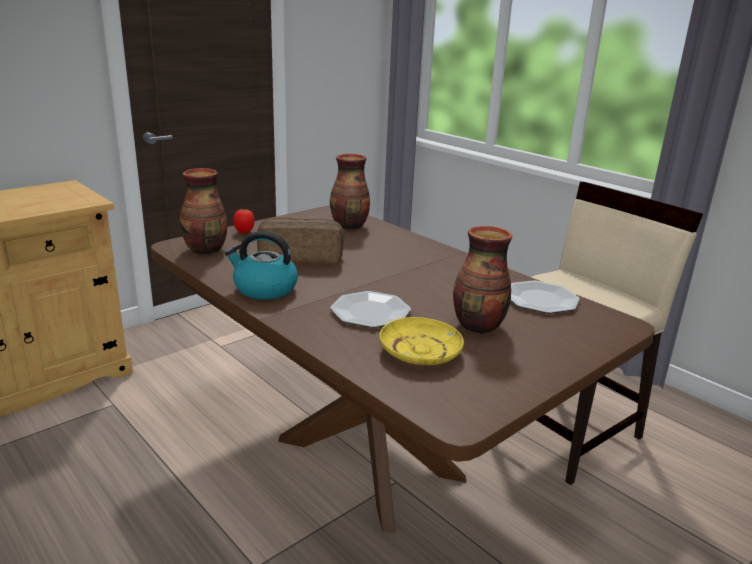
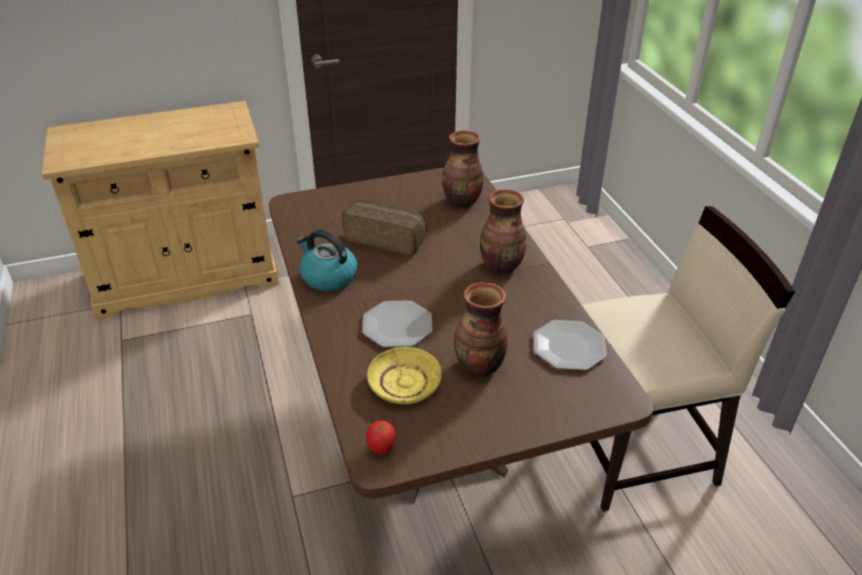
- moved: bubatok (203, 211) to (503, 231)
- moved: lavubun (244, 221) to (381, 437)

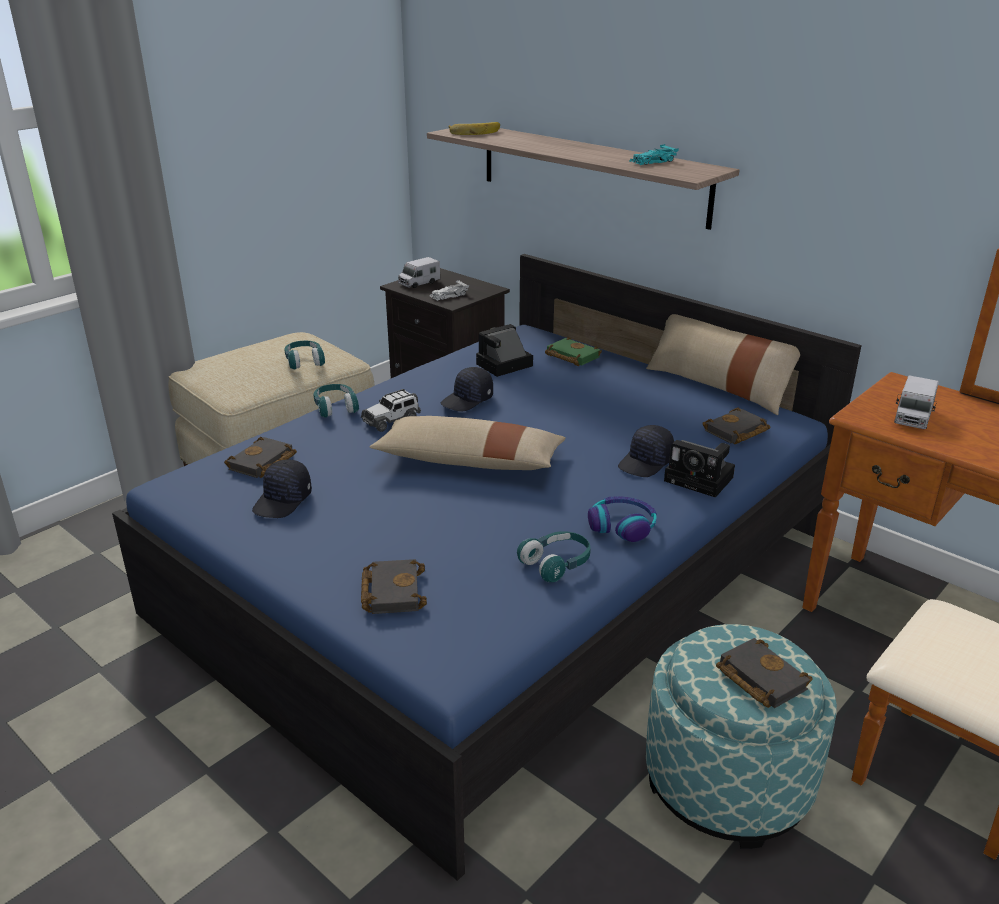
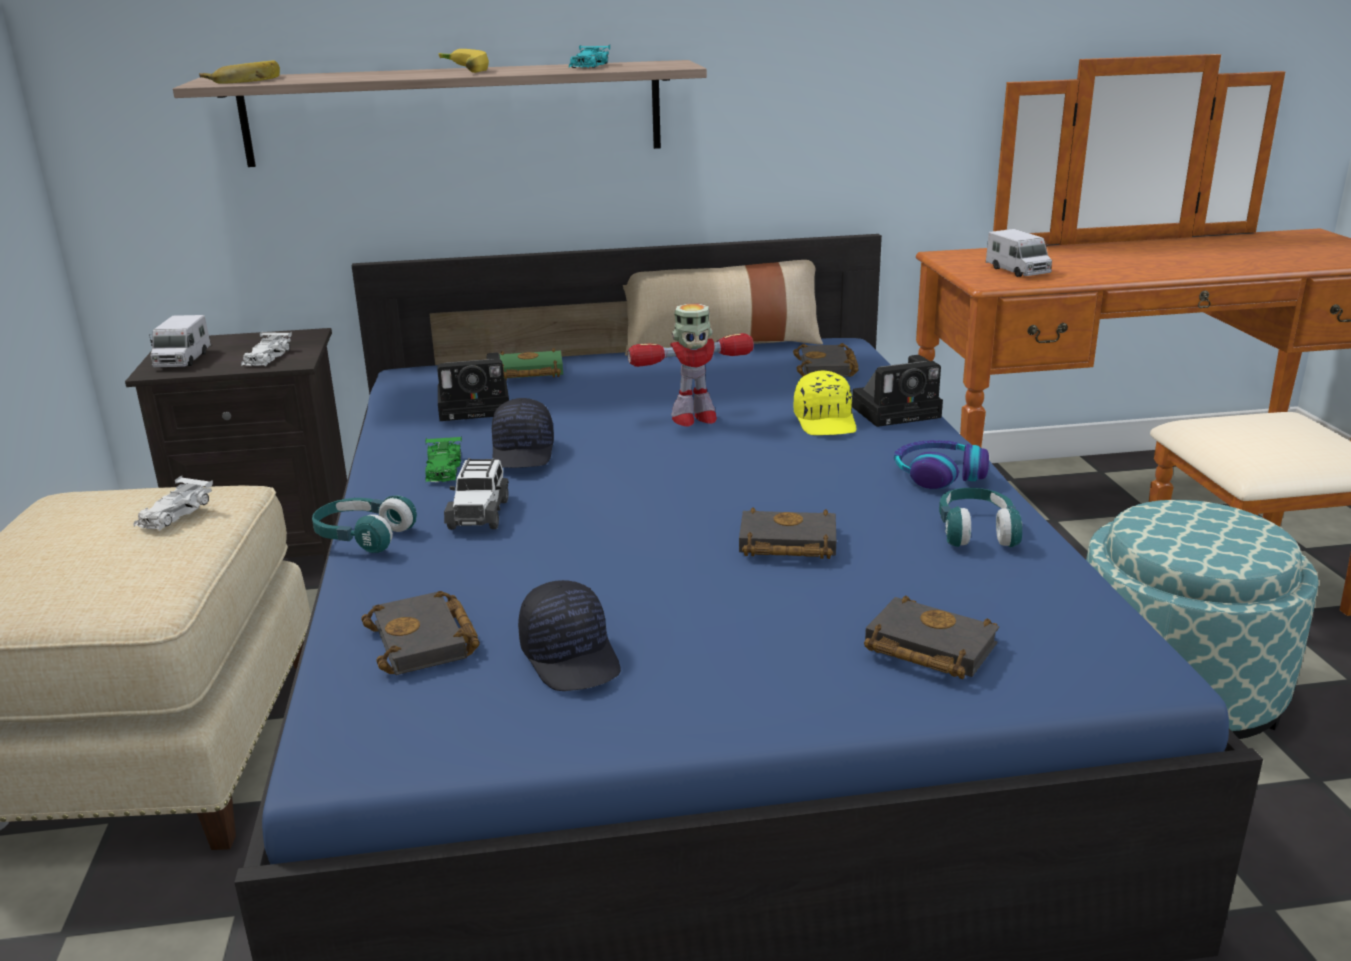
- removed: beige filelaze (468, 443)
- added: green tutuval (443, 459)
- added: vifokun (463, 61)
- added: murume (691, 365)
- moved: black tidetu (764, 673) to (787, 533)
- replaced: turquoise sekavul (304, 355) to white tutuval (173, 503)
- recoloured: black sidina (646, 451) to yellow sidina (825, 403)
- turned: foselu (504, 350) = (473, 387) 105 degrees counterclockwise

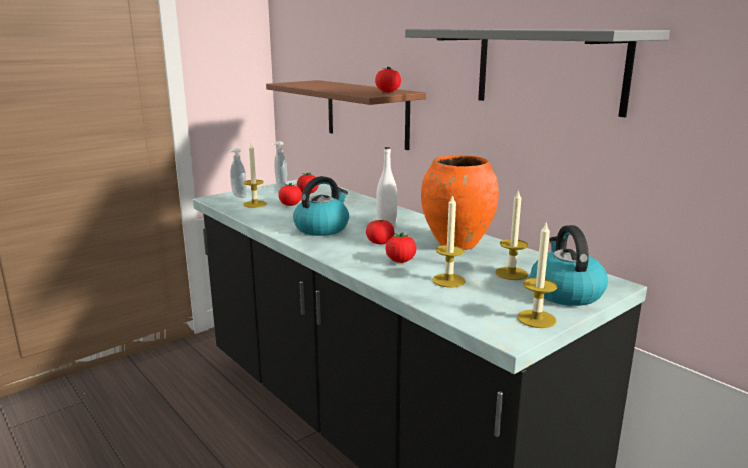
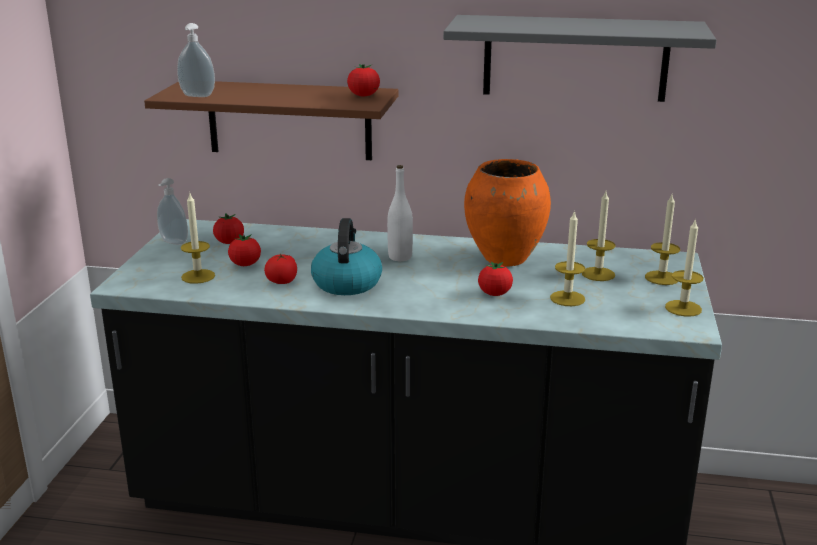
- moved: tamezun (237, 173) to (196, 60)
- moved: lavubun (380, 232) to (280, 269)
- replaced: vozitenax (569, 265) to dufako (662, 240)

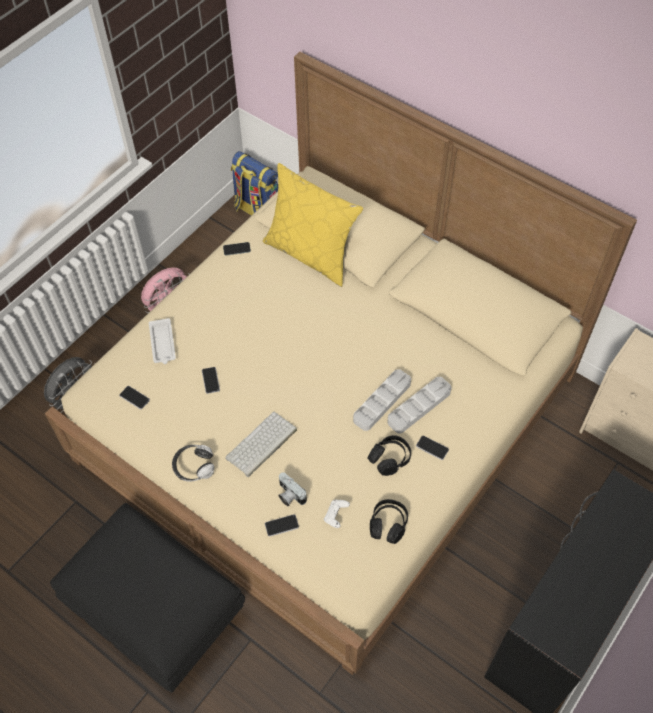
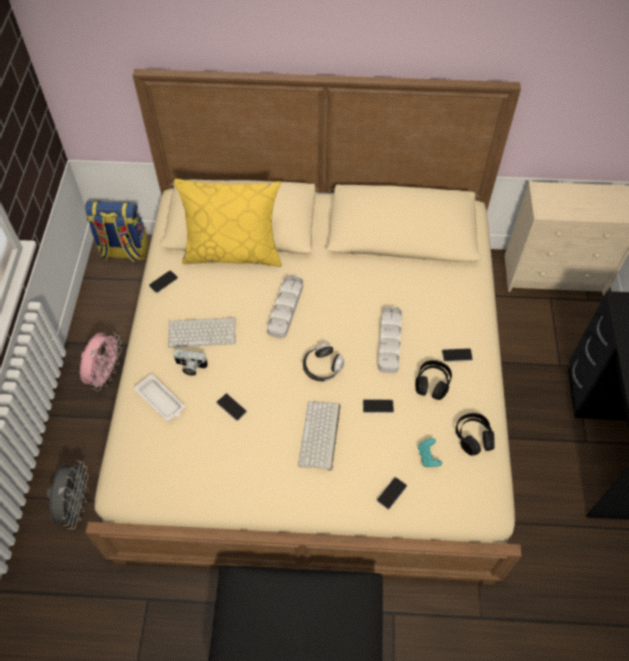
- added: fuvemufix (202, 332)
- moved: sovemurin (134, 397) to (378, 406)
- moved: sekavul (193, 463) to (323, 362)
- moved: foselu (292, 489) to (190, 362)
- moved: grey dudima (419, 405) to (285, 307)
- recoloured: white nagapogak (337, 513) to turquoise nagapogak (430, 452)

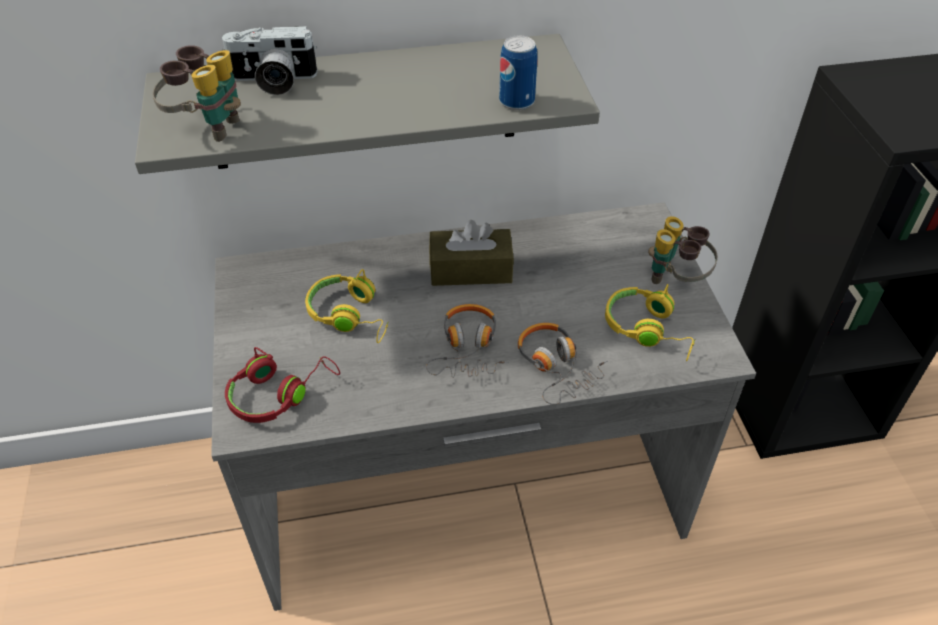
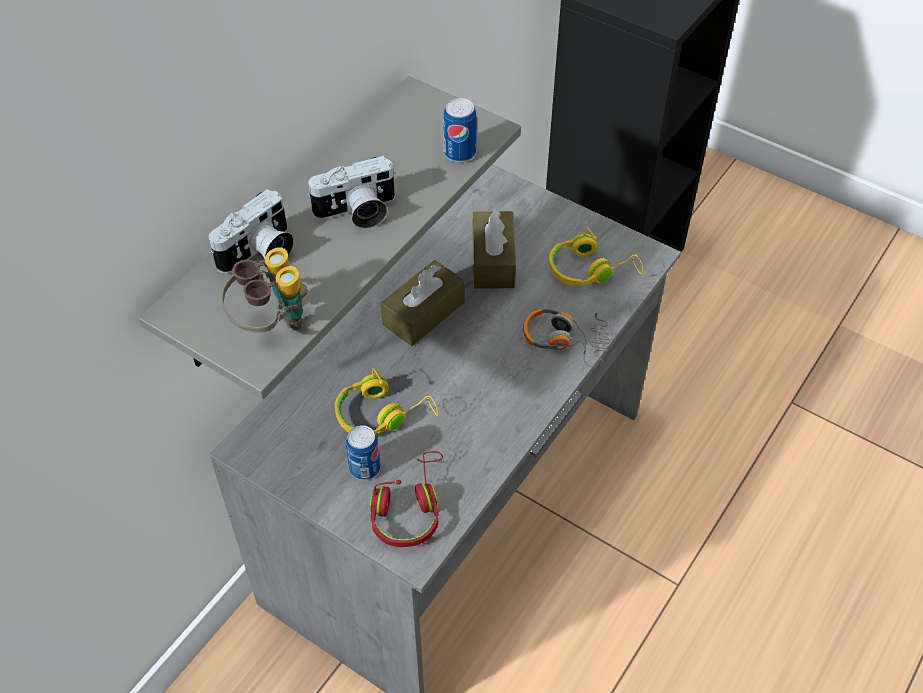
- removed: sekavul (467, 341)
- removed: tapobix (683, 250)
- added: foselu (351, 192)
- added: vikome (363, 452)
- added: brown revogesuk (494, 248)

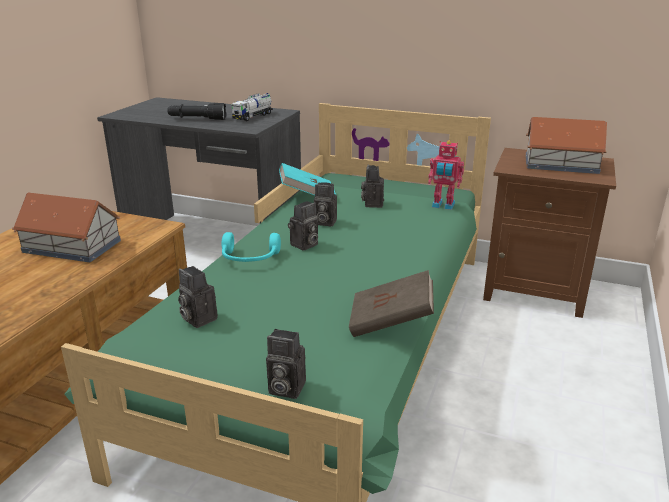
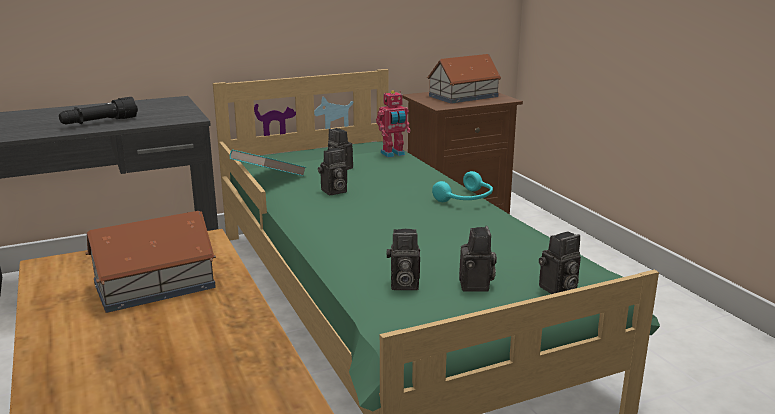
- removed: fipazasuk (252, 107)
- removed: brown tidetu (391, 303)
- moved: turquoise sekavul (251, 247) to (462, 186)
- moved: foselu (303, 226) to (478, 259)

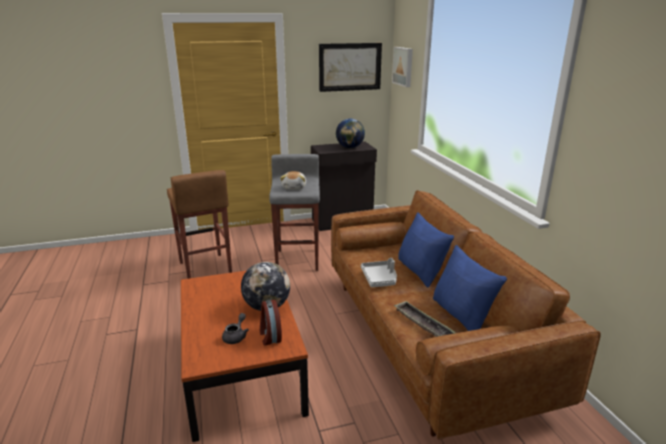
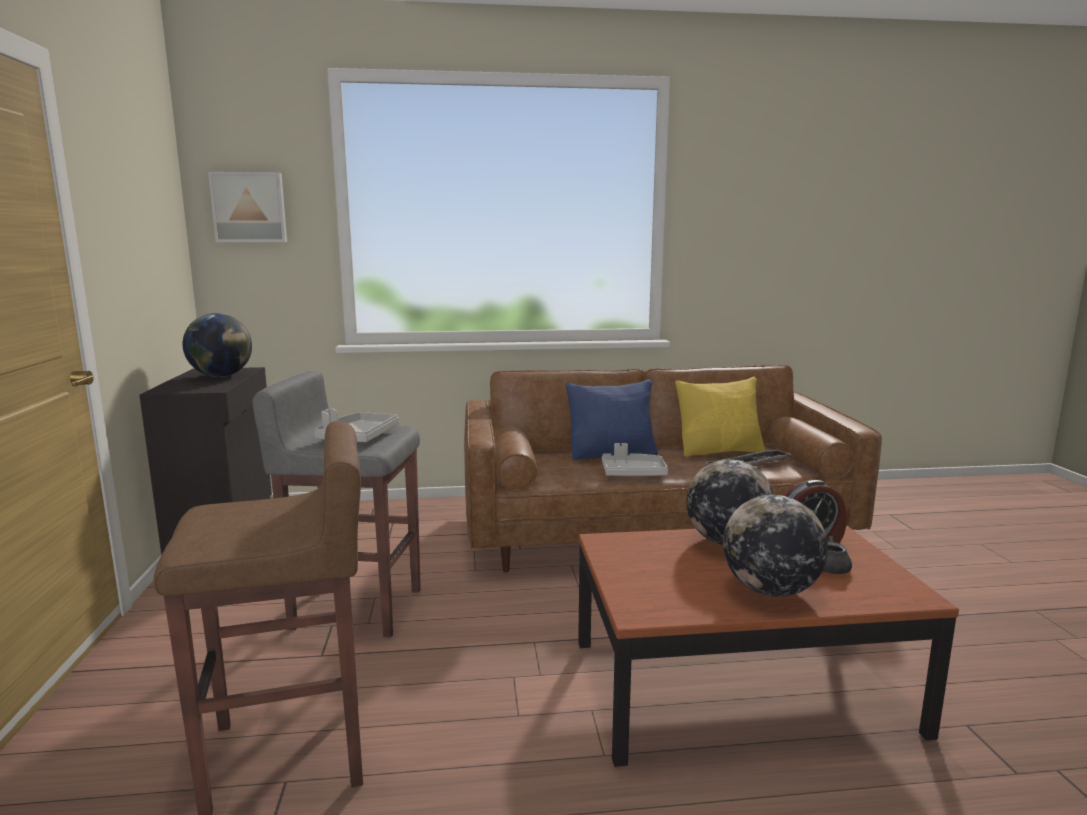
- removed: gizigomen (350, 67)
- added: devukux (775, 546)
- replaced: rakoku (293, 180) to grey dudima (356, 425)
- recoloured: blue filelaze (470, 288) to yellow filelaze (720, 417)

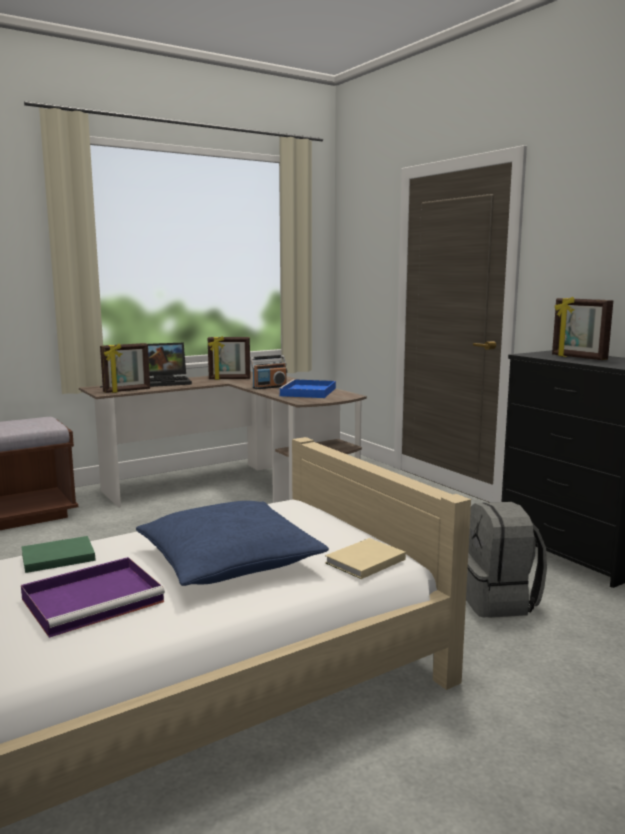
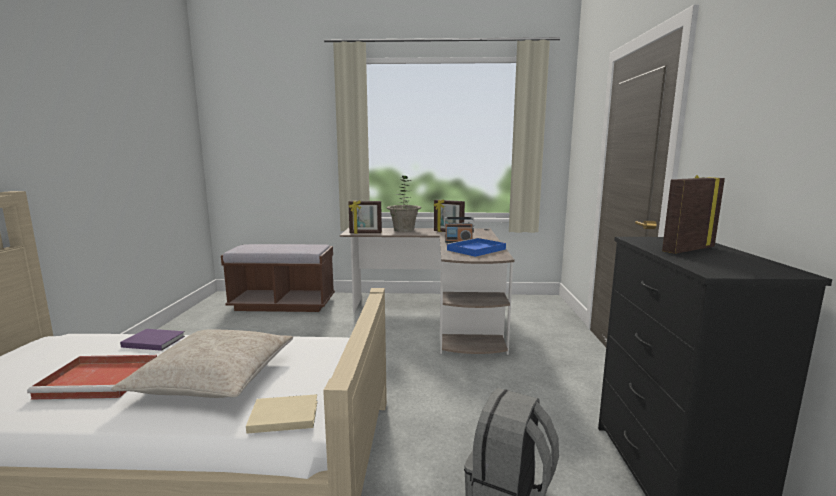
- replaced: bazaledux (170, 365) to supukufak (404, 204)
- recoloured: green tidetu (58, 554) to purple tidetu (152, 340)
- recoloured: purple dudima (93, 597) to red dudima (92, 377)
- recoloured: blue filelaze (232, 543) to beige filelaze (202, 363)
- turned: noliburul (582, 328) = (693, 214) 60 degrees clockwise

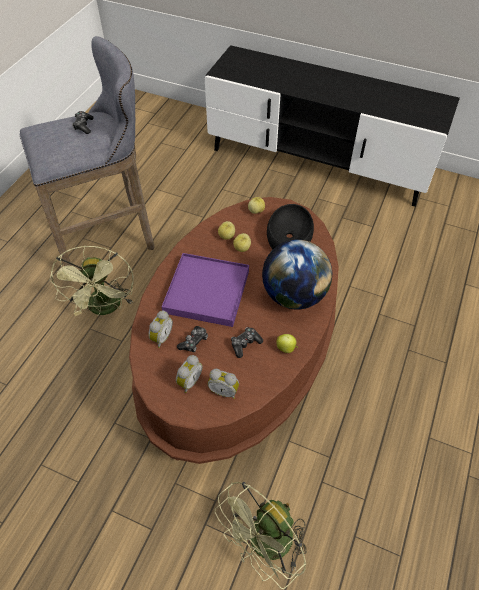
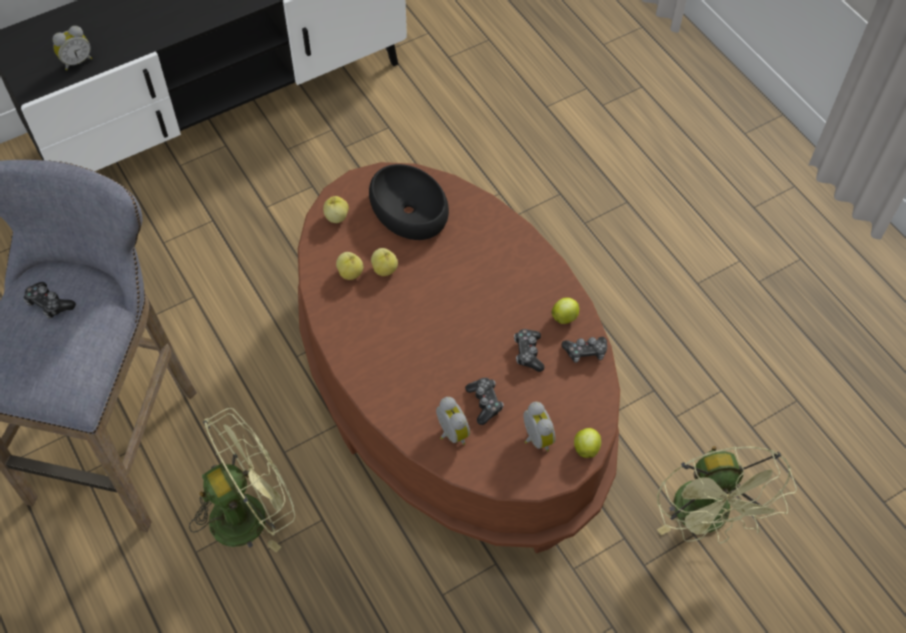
- removed: purple dudima (205, 290)
- removed: devukux (297, 274)
- added: nagapogak (584, 350)
- added: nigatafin (587, 443)
- moved: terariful (223, 384) to (72, 48)
- turned: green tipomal (92, 281) = (242, 480) 60 degrees counterclockwise

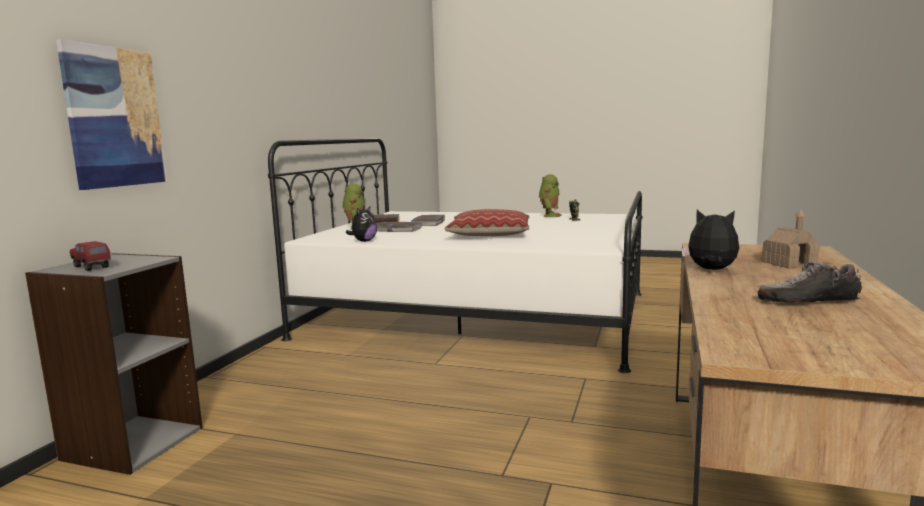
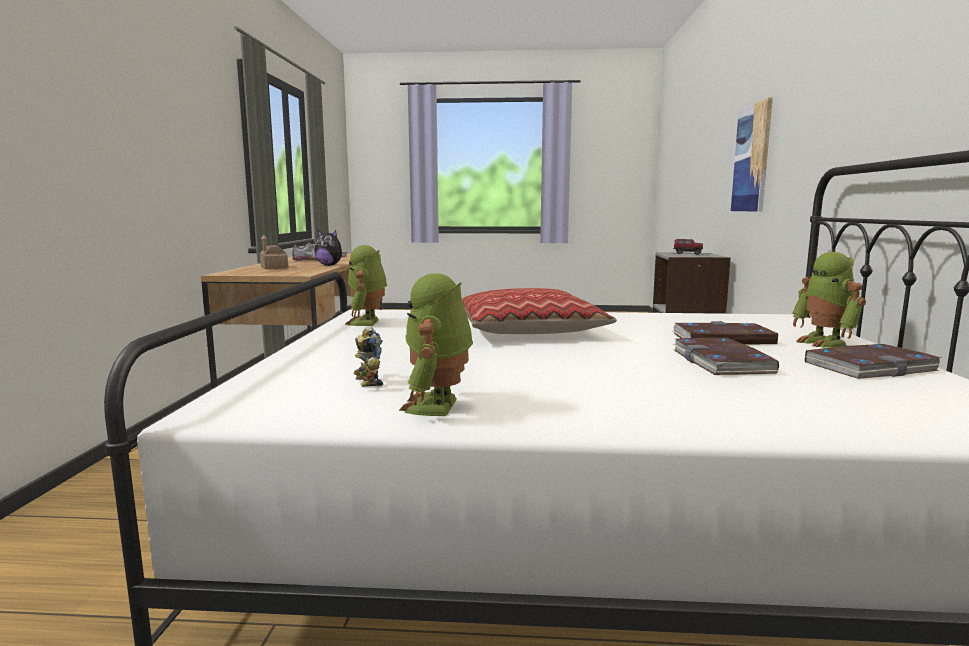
- removed: rakoku (361, 224)
- added: murume (366, 285)

